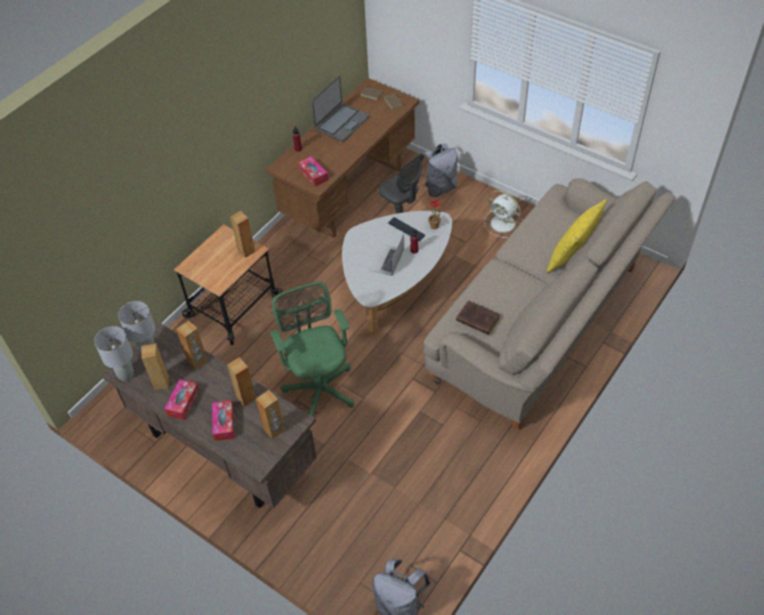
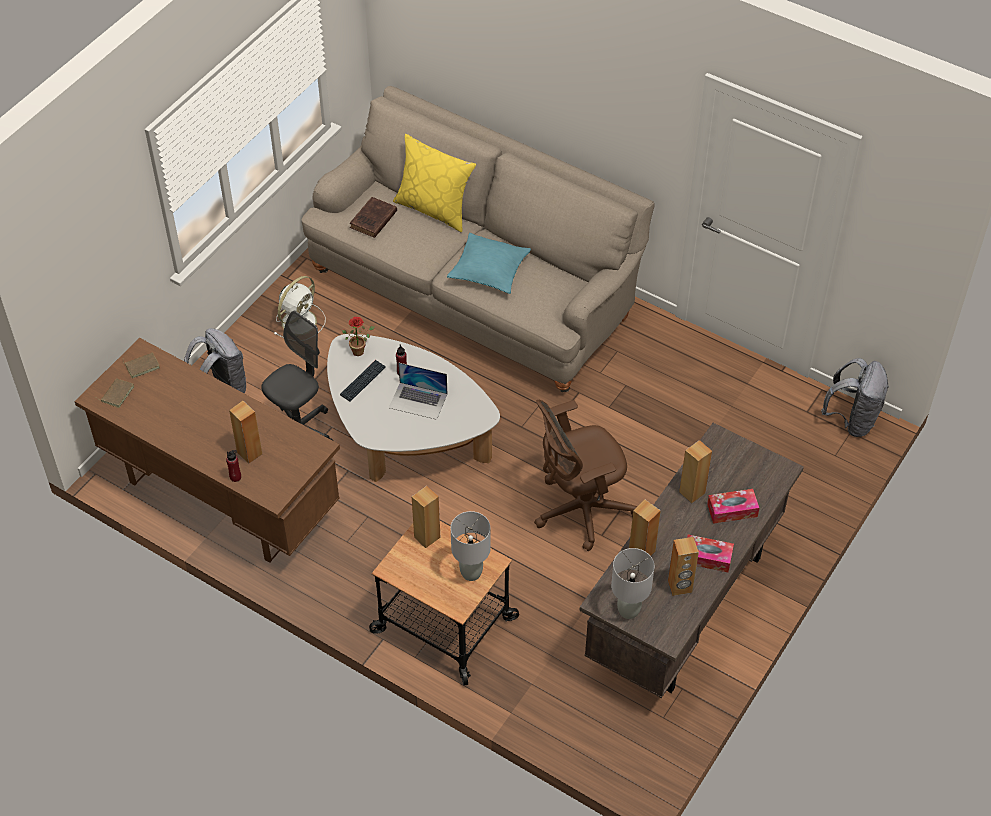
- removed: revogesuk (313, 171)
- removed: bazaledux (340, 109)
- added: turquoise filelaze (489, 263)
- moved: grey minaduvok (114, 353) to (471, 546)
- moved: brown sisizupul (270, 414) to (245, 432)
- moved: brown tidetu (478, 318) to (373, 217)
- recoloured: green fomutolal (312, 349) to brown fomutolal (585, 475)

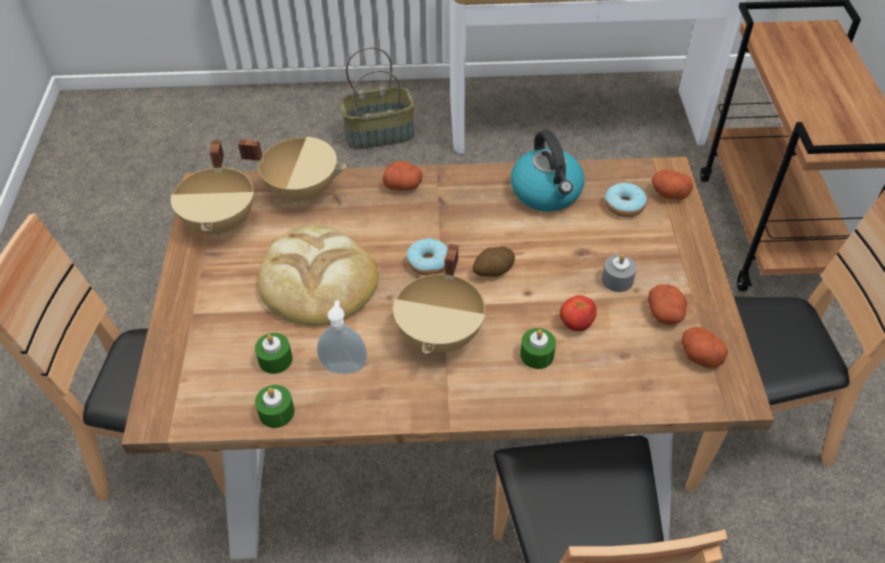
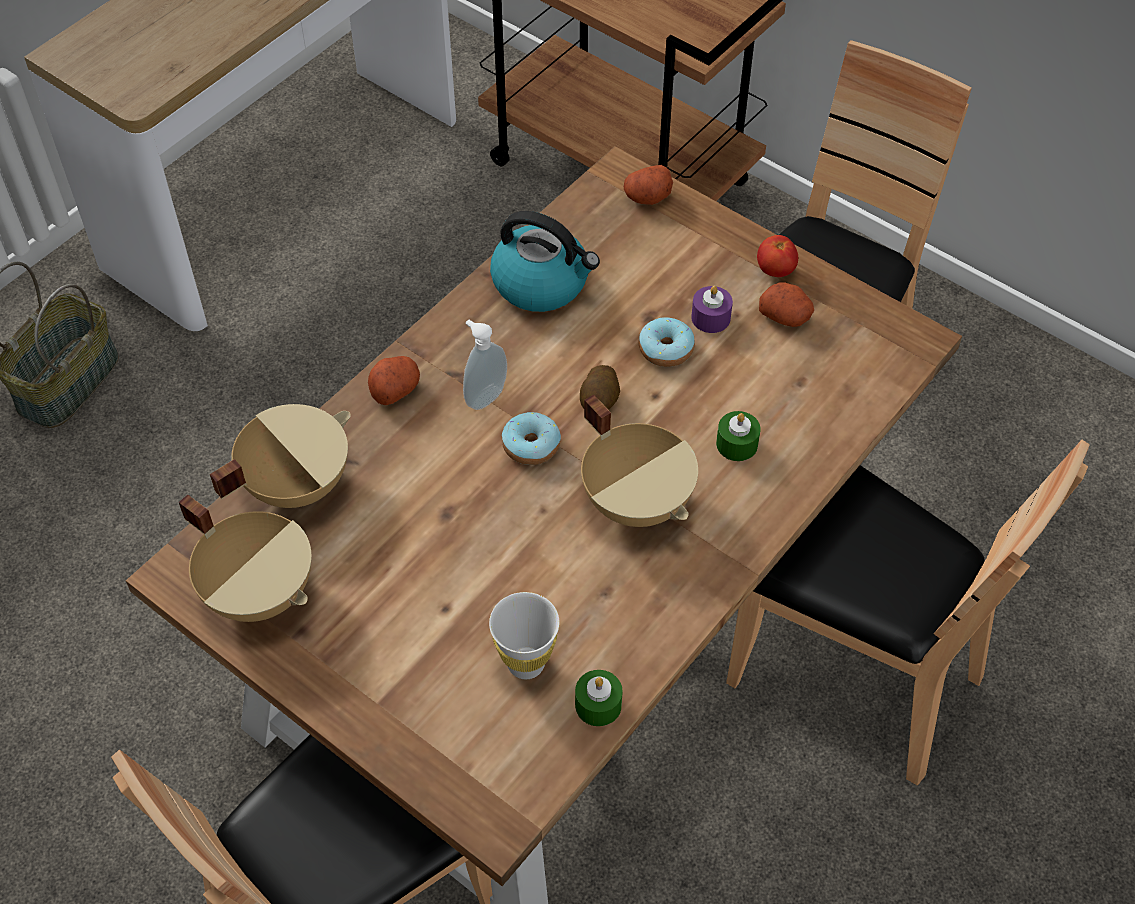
- removed: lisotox (318, 275)
- removed: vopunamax (705, 347)
- moved: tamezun (342, 337) to (485, 364)
- moved: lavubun (578, 313) to (777, 256)
- moved: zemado (626, 200) to (667, 342)
- replaced: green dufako (274, 353) to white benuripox (524, 635)
- recoloured: grey dufako (619, 273) to purple dufako (712, 309)

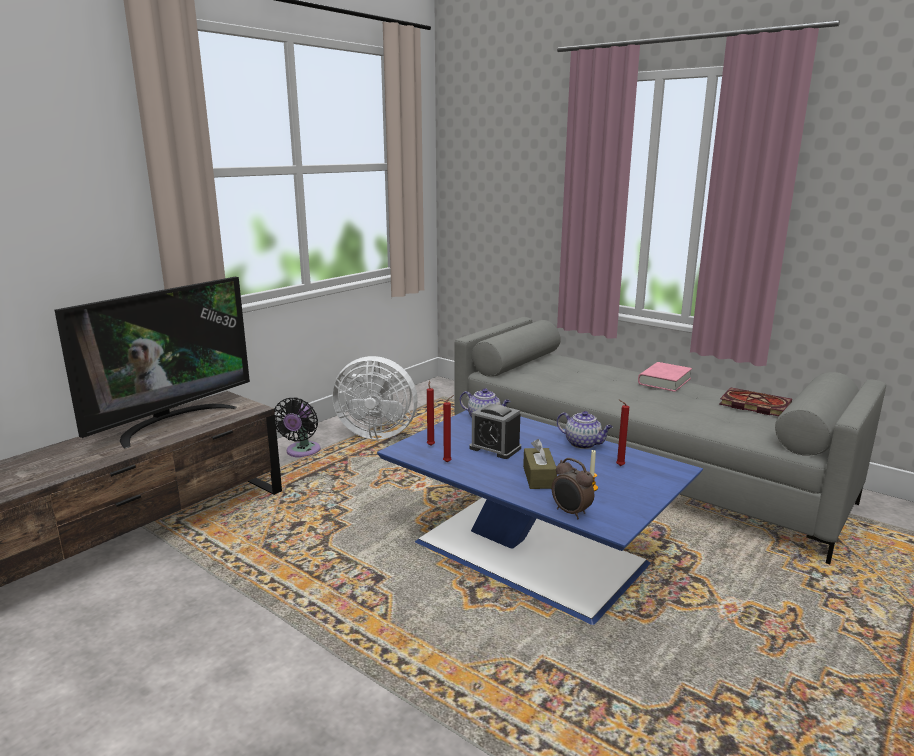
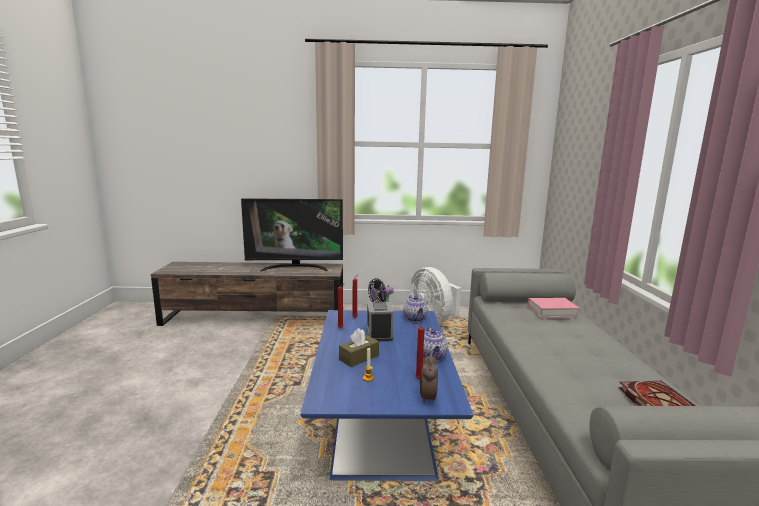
- moved: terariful (573, 488) to (429, 378)
- moved: pink tidetu (665, 377) to (554, 307)

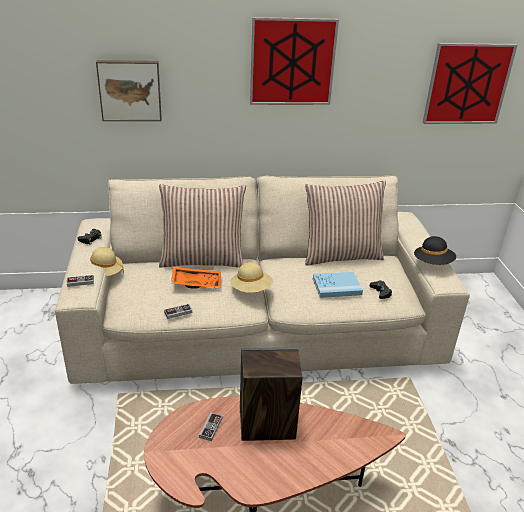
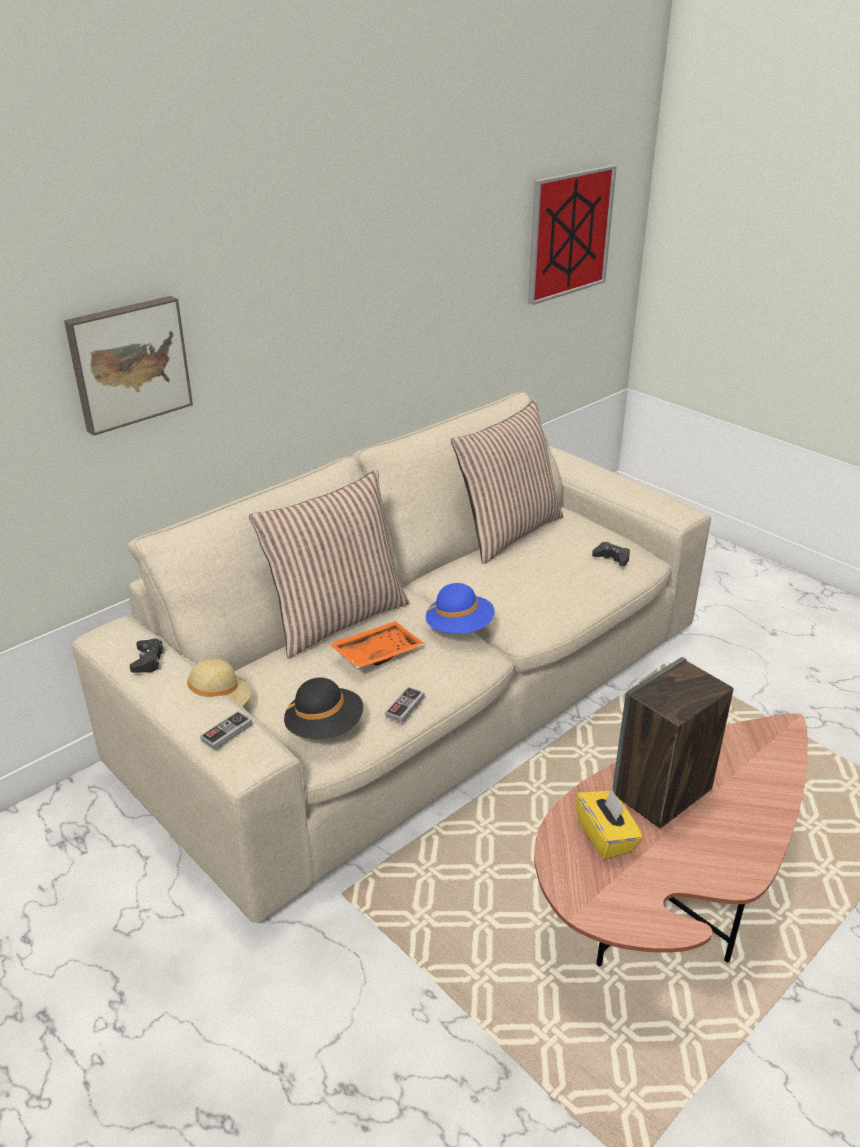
- removed: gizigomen (294, 61)
- removed: blue tidetu (338, 285)
- moved: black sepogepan (435, 250) to (323, 708)
- replaced: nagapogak (210, 426) to yellow revogesuk (609, 824)
- recoloured: beige sepogepan (251, 277) to blue sepogepan (460, 608)

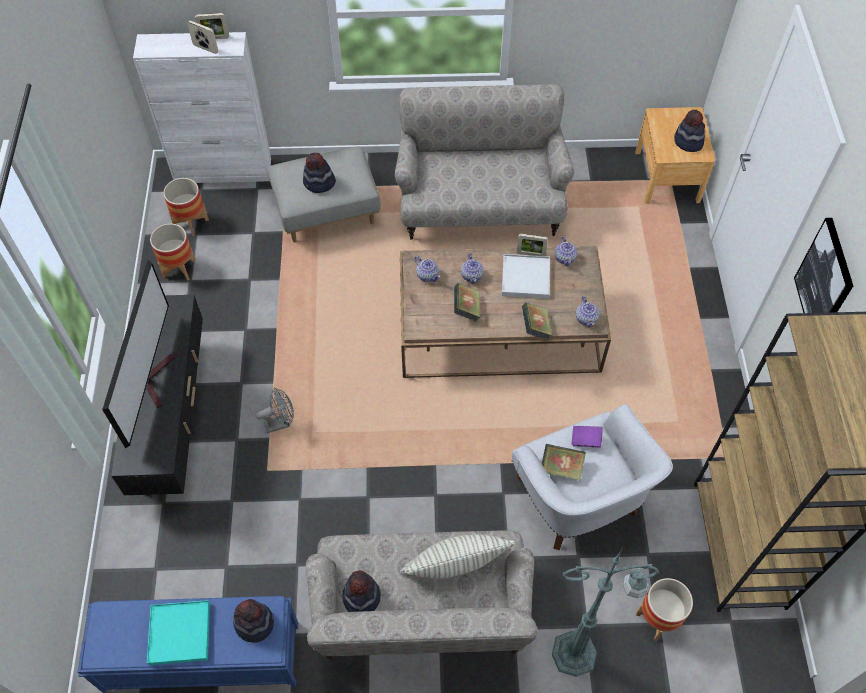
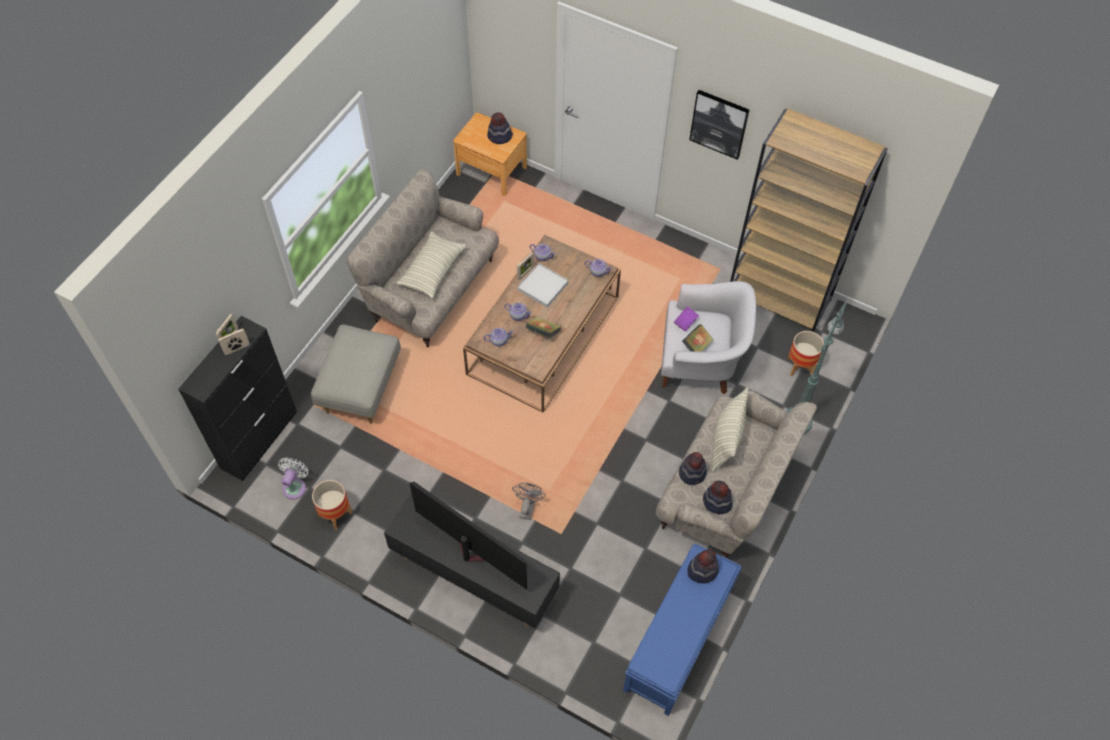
- removed: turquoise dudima (178, 632)
- removed: tidetu (537, 321)
- added: filelaze (431, 265)
- moved: sepogepan (319, 173) to (693, 468)
- replaced: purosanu (186, 207) to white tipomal (293, 479)
- recoloured: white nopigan (202, 107) to black nopigan (237, 398)

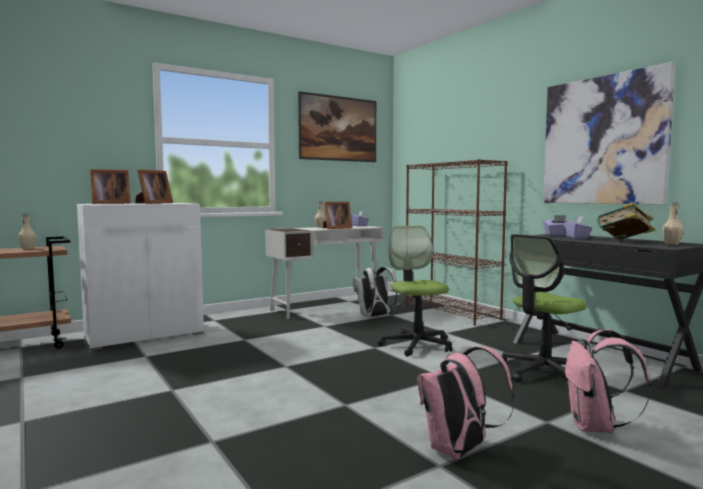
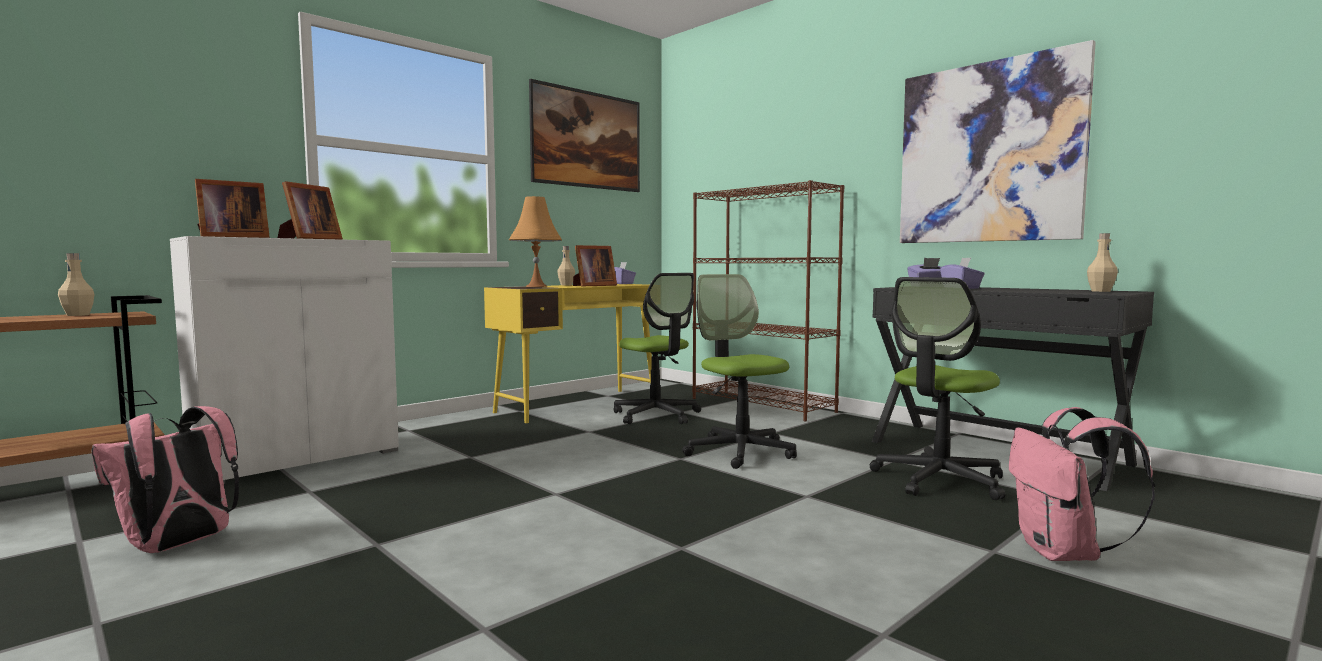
- removed: tidetu (626, 221)
- added: orange minaduvok (535, 241)
- moved: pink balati (466, 402) to (165, 479)
- replaced: white balati (375, 292) to fomutolal (657, 348)
- recoloured: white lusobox (324, 272) to yellow lusobox (568, 353)

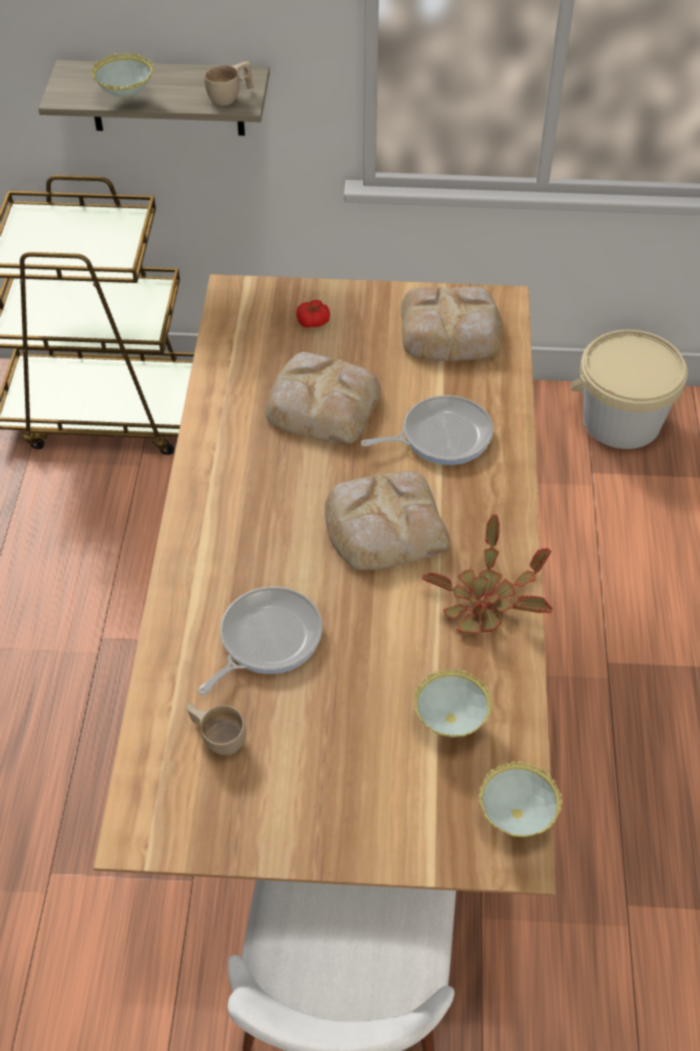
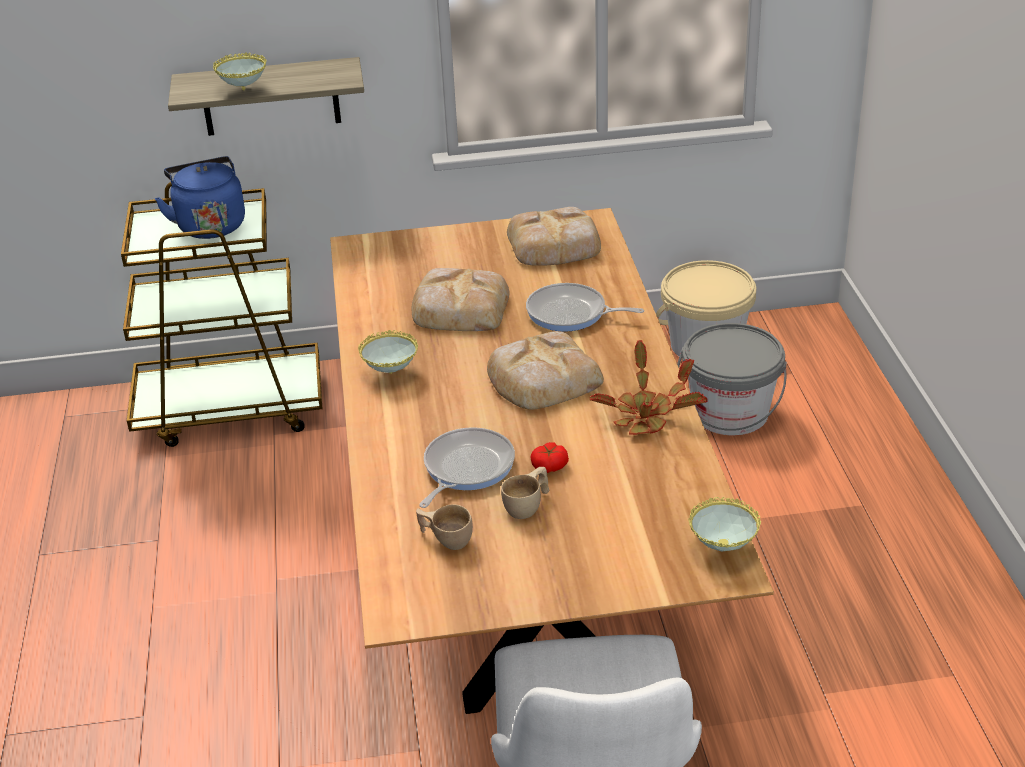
- added: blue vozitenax (200, 197)
- added: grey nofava (732, 379)
- moved: beige benuripox (228, 83) to (525, 493)
- moved: lavubun (313, 314) to (549, 457)
- moved: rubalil (453, 703) to (388, 352)
- turned: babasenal (427, 430) = (585, 307) 135 degrees counterclockwise

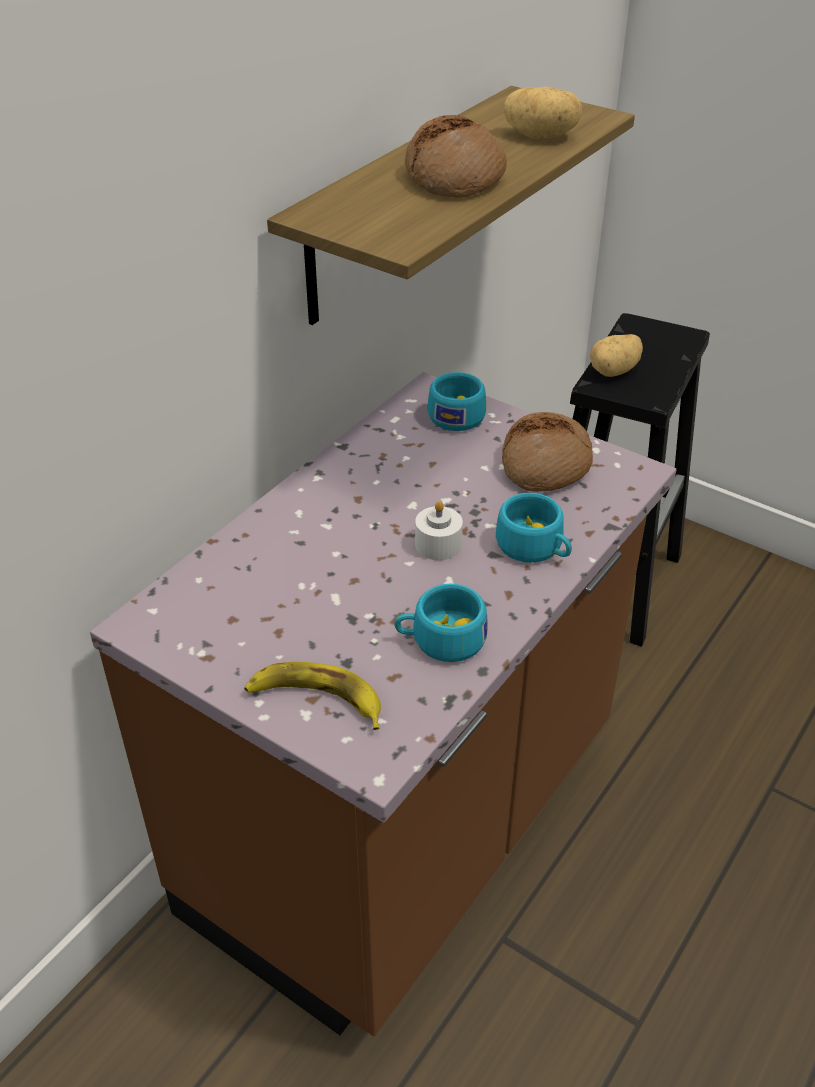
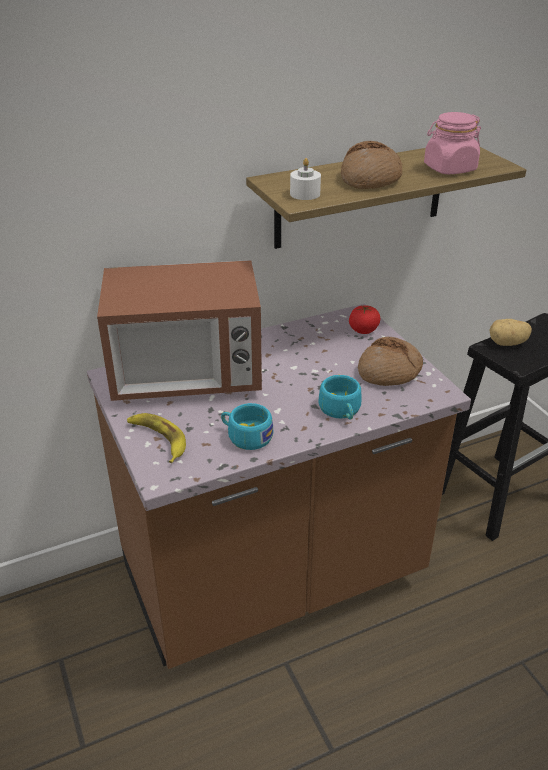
- added: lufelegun (179, 330)
- moved: white dufako (439, 530) to (305, 179)
- replaced: turquoise benuripox (456, 401) to lavubun (364, 319)
- replaced: vopunamax (543, 113) to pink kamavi (452, 143)

